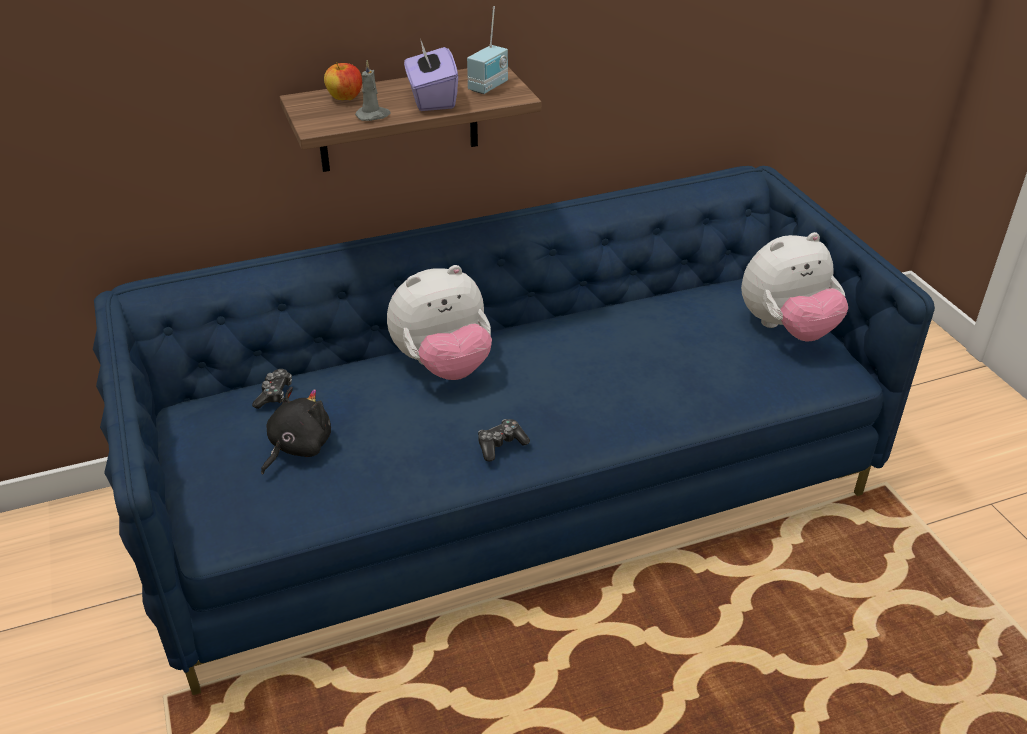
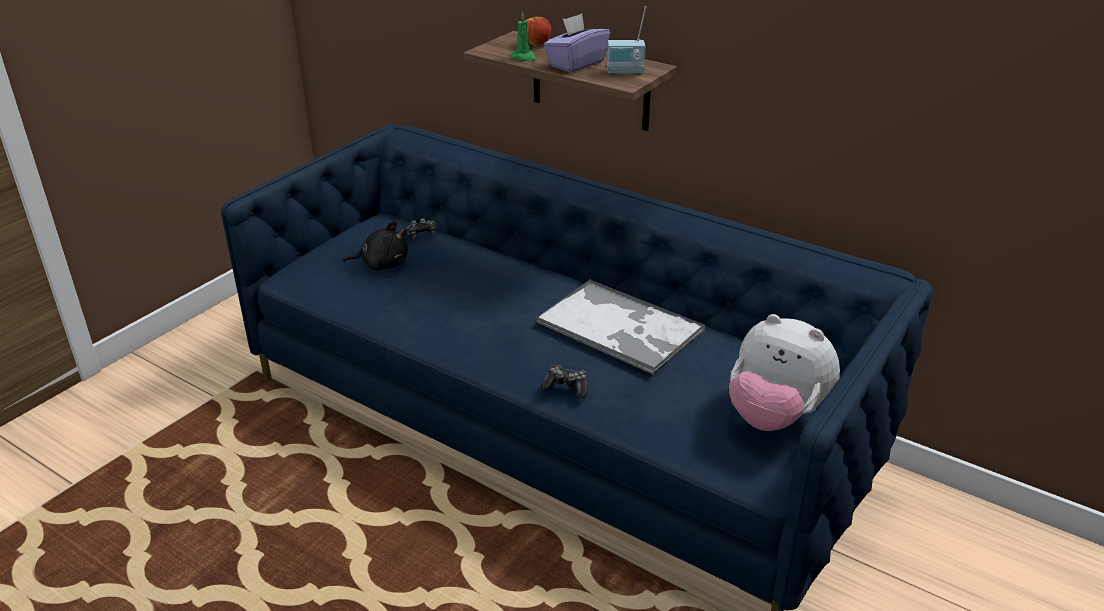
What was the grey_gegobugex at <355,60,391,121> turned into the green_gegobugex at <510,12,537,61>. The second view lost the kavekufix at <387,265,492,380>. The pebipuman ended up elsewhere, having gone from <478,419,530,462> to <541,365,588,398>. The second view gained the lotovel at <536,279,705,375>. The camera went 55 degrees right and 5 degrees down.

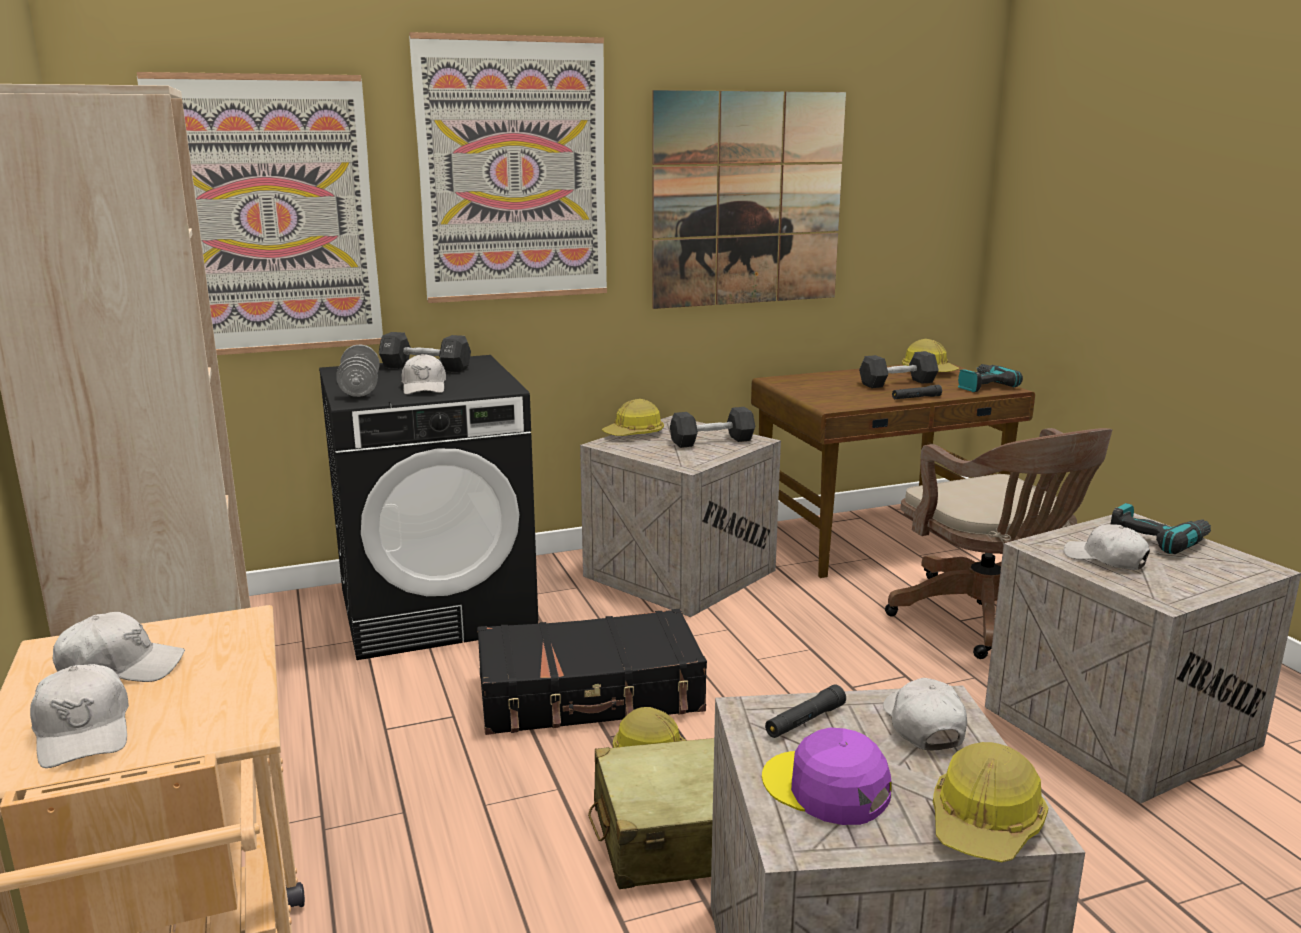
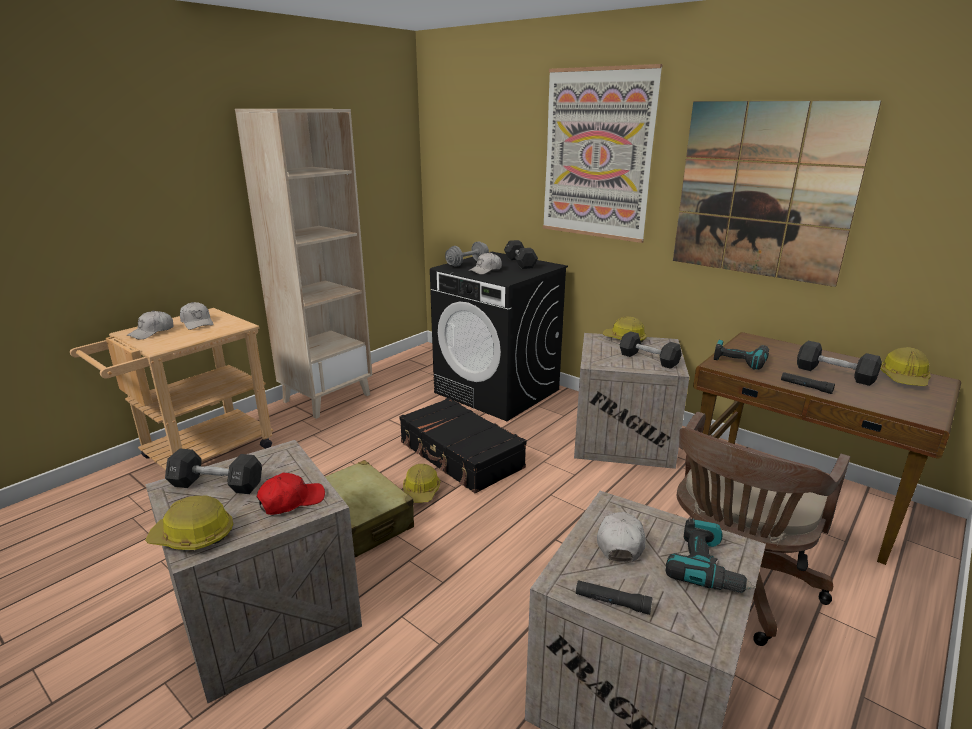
The second view lost the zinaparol at <137,72,383,355>. Where the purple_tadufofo stood at <762,727,892,825>, the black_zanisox came to stand at <165,448,262,494>. The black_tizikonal ended up elsewhere, having gone from <765,684,846,738> to <576,580,653,615>. What was the white_tadufofo at <883,678,967,750> turned into the red_tadufofo at <257,473,325,515>. The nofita ended up elsewhere, having gone from <958,364,1023,392> to <714,340,769,370>. The camera went 60 degrees right and 5 degrees up.

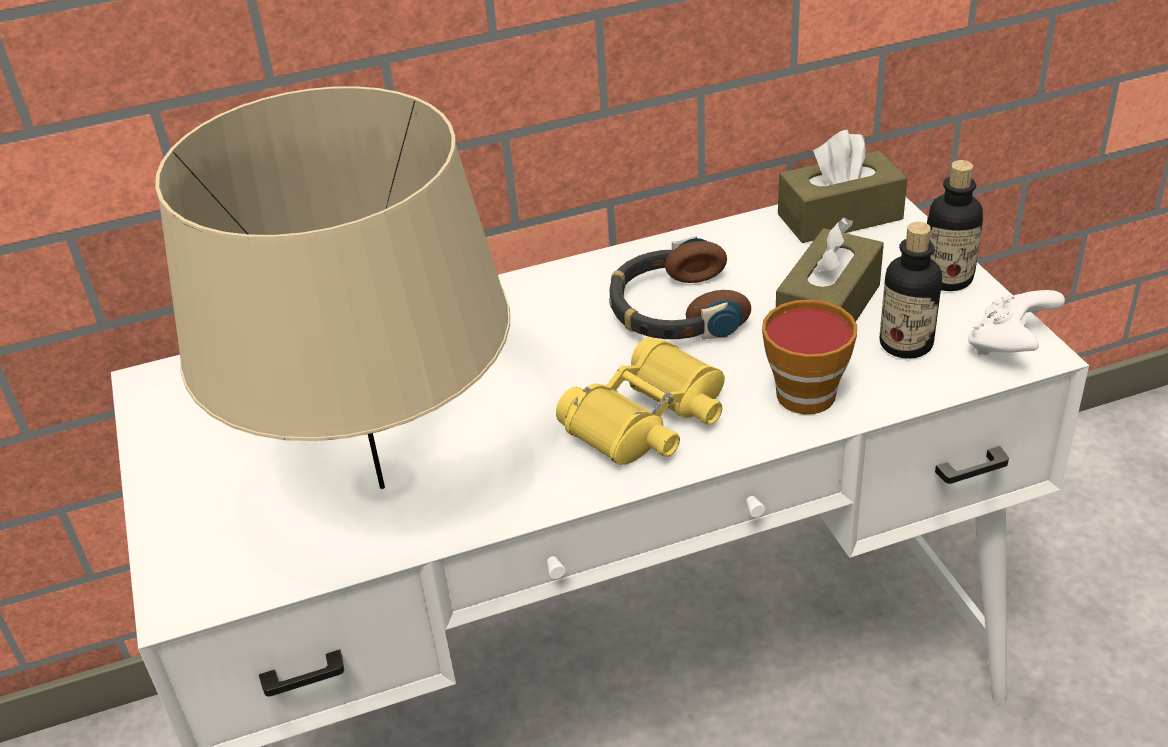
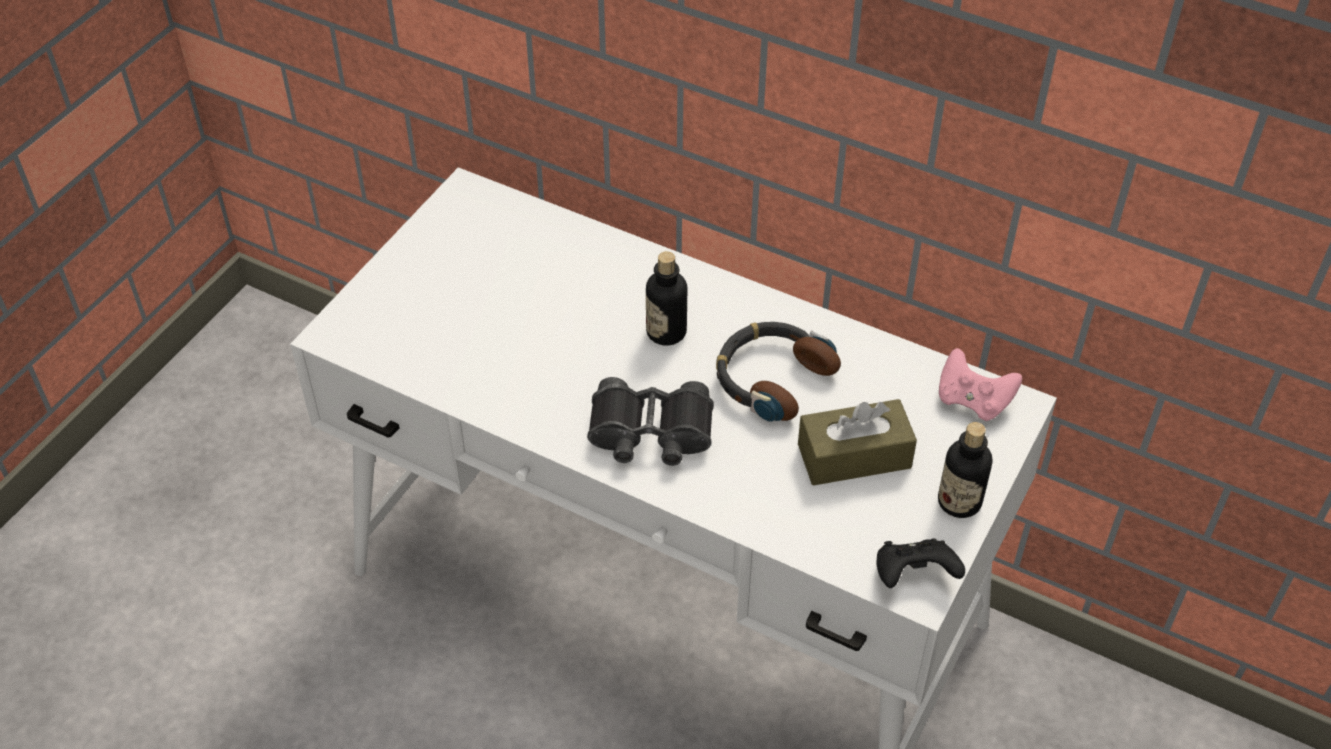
The second view lost the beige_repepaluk at <155,86,510,489>. What was the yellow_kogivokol at <556,337,725,465> turned into the black_kogivokol at <587,377,714,466>. The second view lost the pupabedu at <762,300,857,414>. Where the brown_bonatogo stood at <778,130,907,243>, the pink_pebipuman came to stand at <939,348,1022,421>. The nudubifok ended up elsewhere, having gone from <880,222,942,359> to <646,251,687,345>. What was the white_pebipuman at <968,290,1065,355> turned into the black_pebipuman at <876,538,965,588>. The camera went 45 degrees right and 10 degrees up.

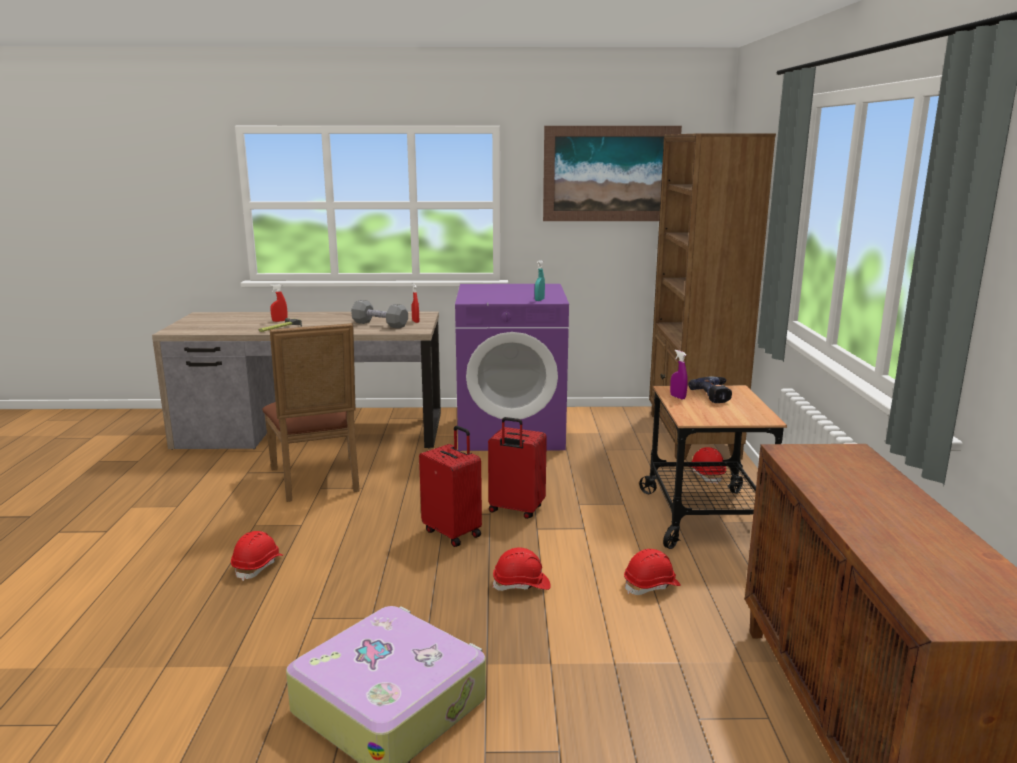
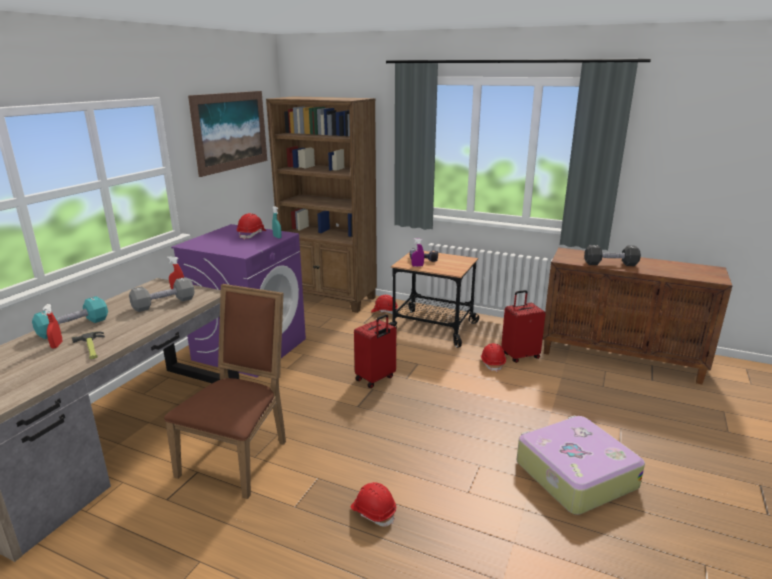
The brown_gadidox at <262,323,360,502> ended up facing another way, 75 degrees counterclockwise from before. The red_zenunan ended up elsewhere, having gone from <419,426,482,547> to <501,290,546,363>. The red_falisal ended up elsewhere, having gone from <492,547,551,591> to <237,213,266,240>. The second view gained the turquoise_zanisox at <32,296,108,339>. The second view gained the black_zanisox at <584,245,641,266>. The camera went 65 degrees left and 5 degrees up.

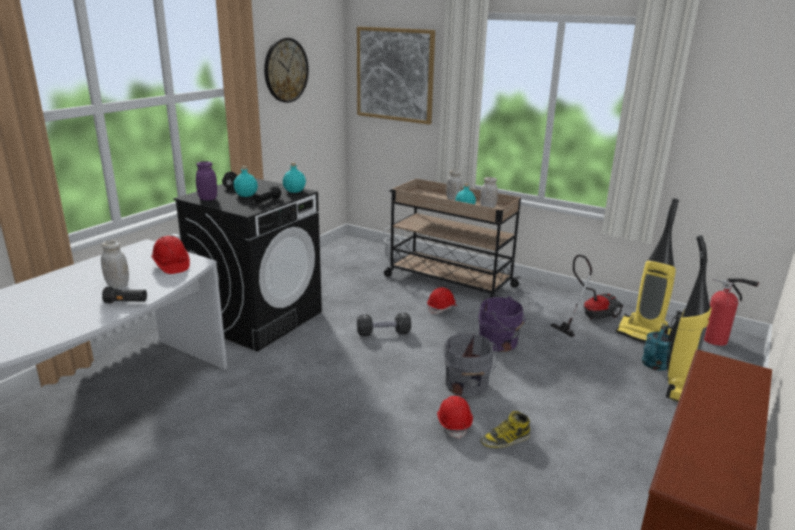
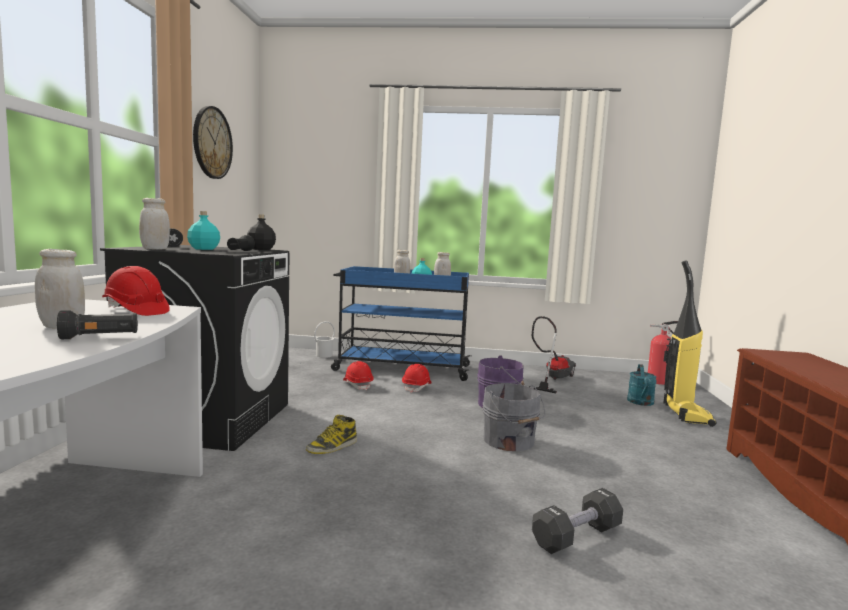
What was the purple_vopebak at <196,161,217,200> turned into the white_vopebak at <139,198,170,249>. What was the turquoise_nudubifok at <283,162,306,193> turned into the black_nudubifok at <247,214,276,250>. The second view lost the zinaparol at <357,27,435,125>. The black_zanisox ended up elsewhere, having gone from <357,313,411,336> to <532,488,623,554>. What was the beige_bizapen at <384,178,521,298> turned into the blue_bizapen at <331,266,471,381>. The red_falisal ended up elsewhere, having gone from <437,396,473,439> to <343,361,373,390>. The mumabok ended up elsewhere, having gone from <480,411,530,448> to <306,415,357,454>. The second view lost the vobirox at <616,199,679,343>. The camera went 25 degrees left and 15 degrees down.

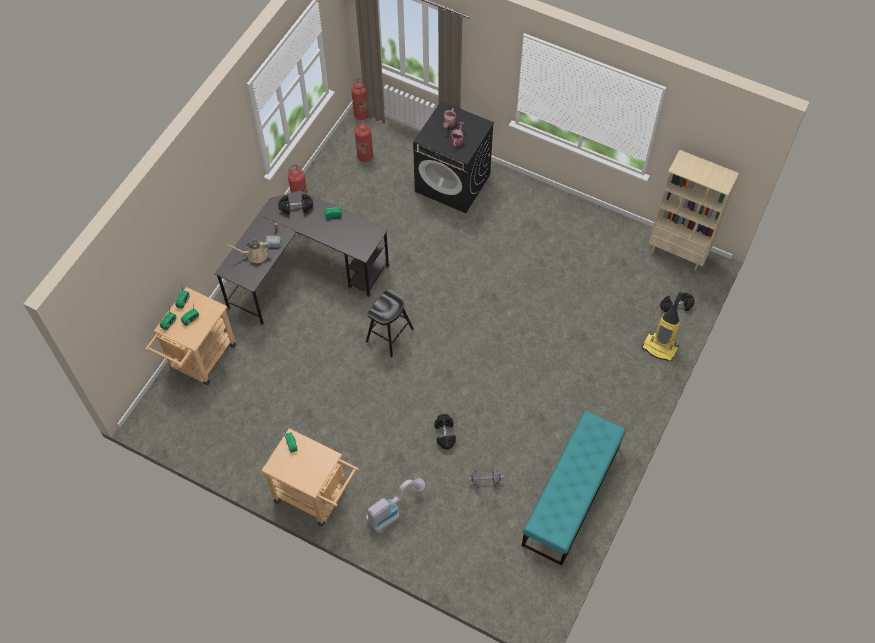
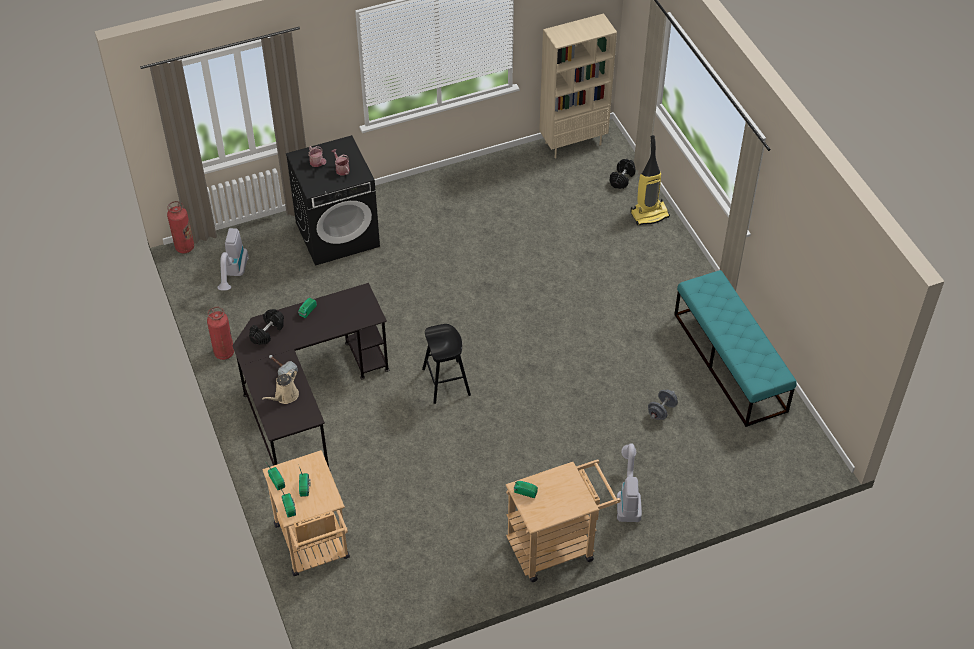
Where the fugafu stood at <355,120,373,162>, the vobirox came to stand at <217,228,249,291>. The second view lost the black_zanisox at <434,414,456,449>. The camera went 50 degrees left and 10 degrees down.

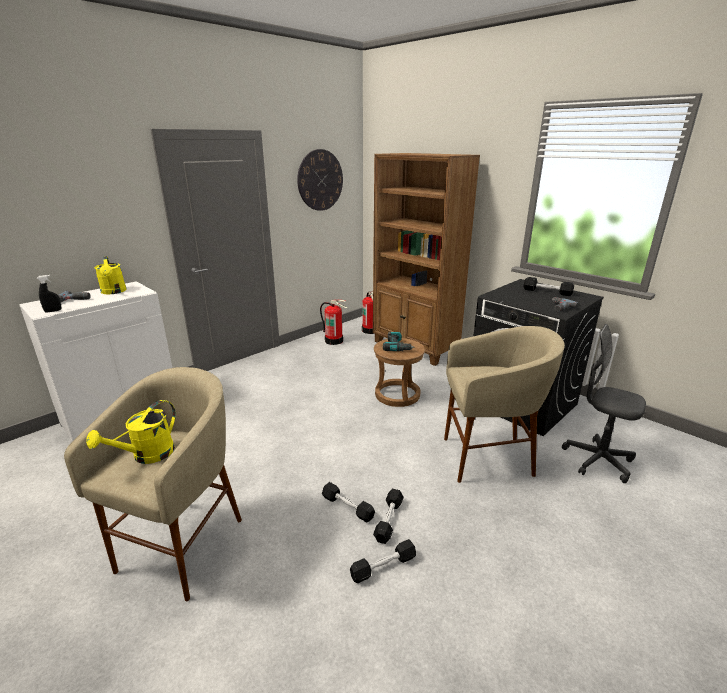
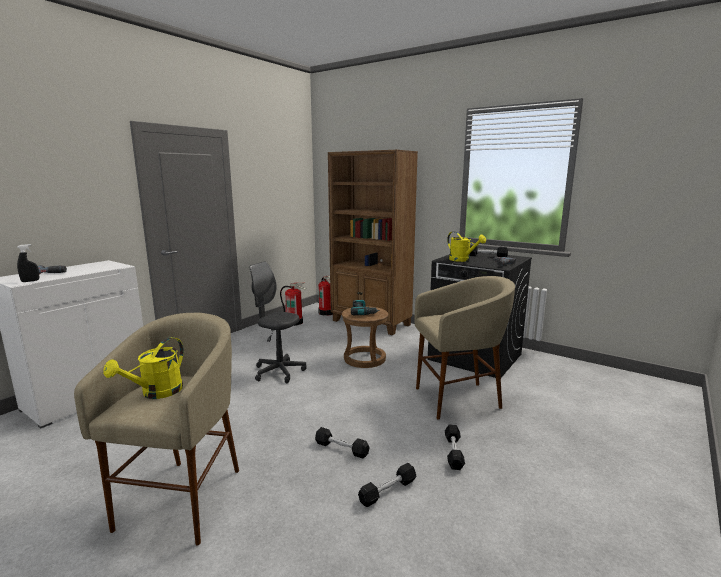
The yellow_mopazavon ended up elsewhere, having gone from <95,256,127,294> to <447,231,486,262>. The second view lost the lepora at <297,149,343,211>. The black_zanisox ended up elsewhere, having gone from <373,489,403,544> to <445,425,465,470>. The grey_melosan ended up elsewhere, having gone from <562,324,646,483> to <250,262,307,383>. The camera went 10 degrees left and 10 degrees down.

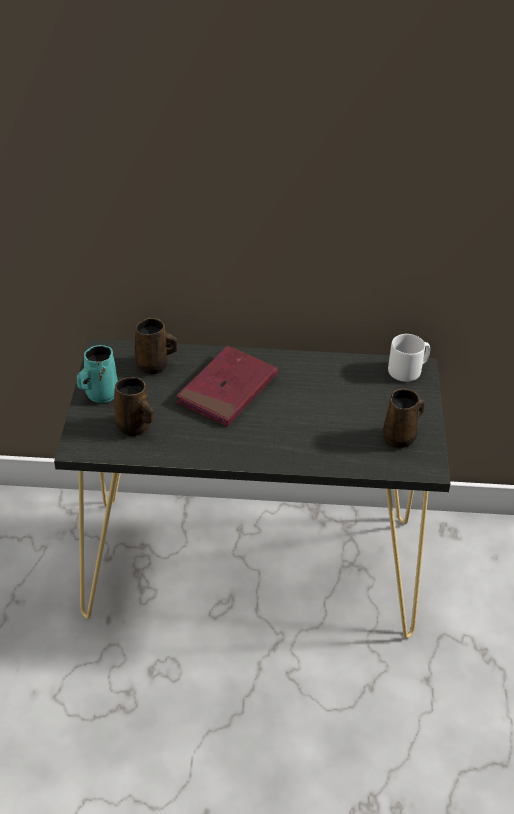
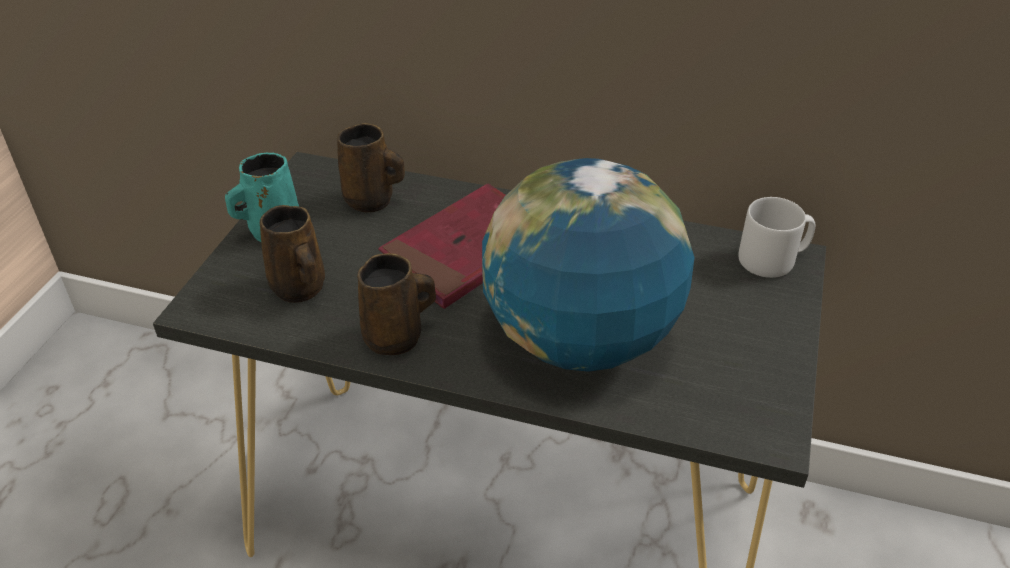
The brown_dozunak ended up elsewhere, having gone from <382,389,425,448> to <357,253,436,355>. The second view gained the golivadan at <482,158,695,372>. The camera went 15 degrees right and 0 degrees up.

